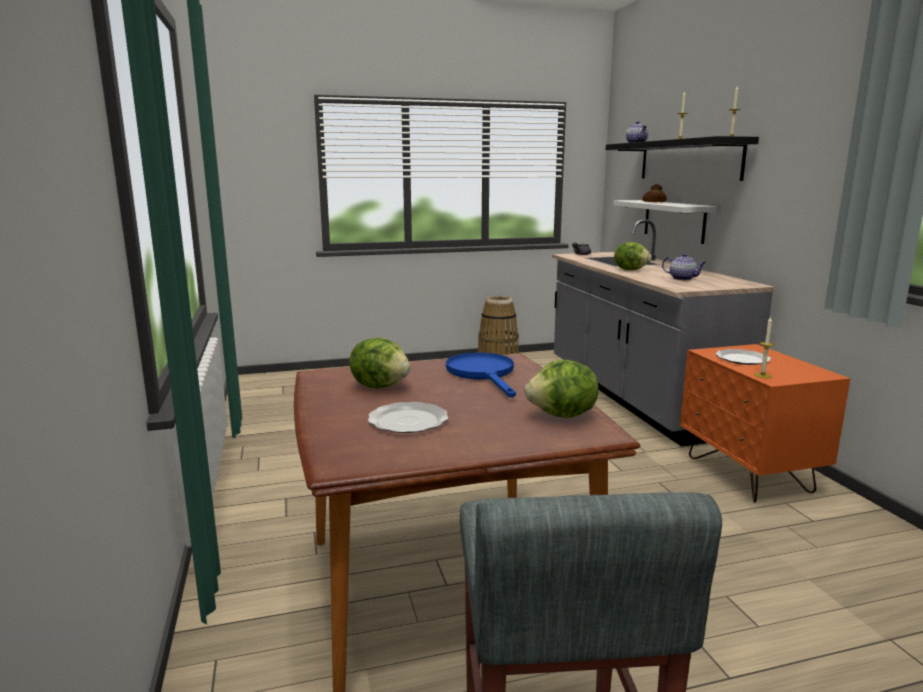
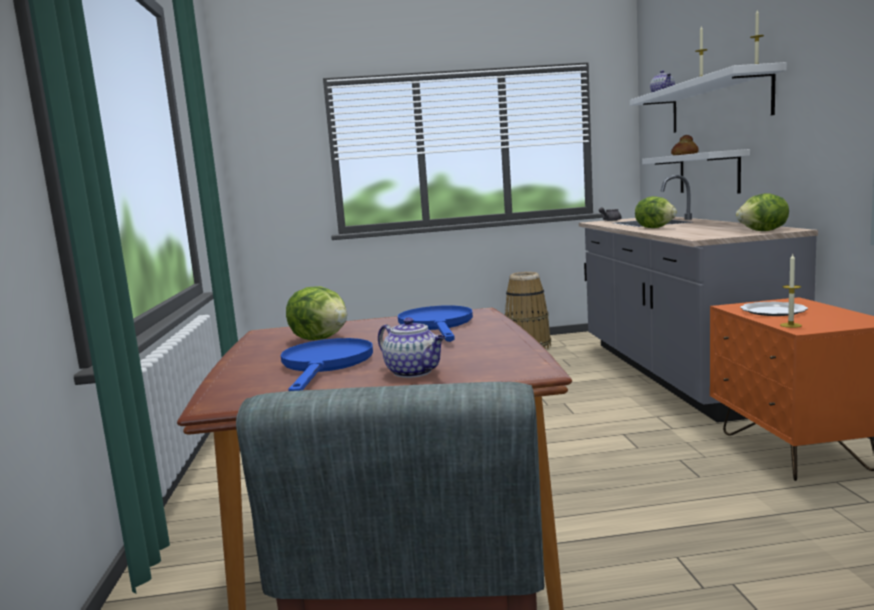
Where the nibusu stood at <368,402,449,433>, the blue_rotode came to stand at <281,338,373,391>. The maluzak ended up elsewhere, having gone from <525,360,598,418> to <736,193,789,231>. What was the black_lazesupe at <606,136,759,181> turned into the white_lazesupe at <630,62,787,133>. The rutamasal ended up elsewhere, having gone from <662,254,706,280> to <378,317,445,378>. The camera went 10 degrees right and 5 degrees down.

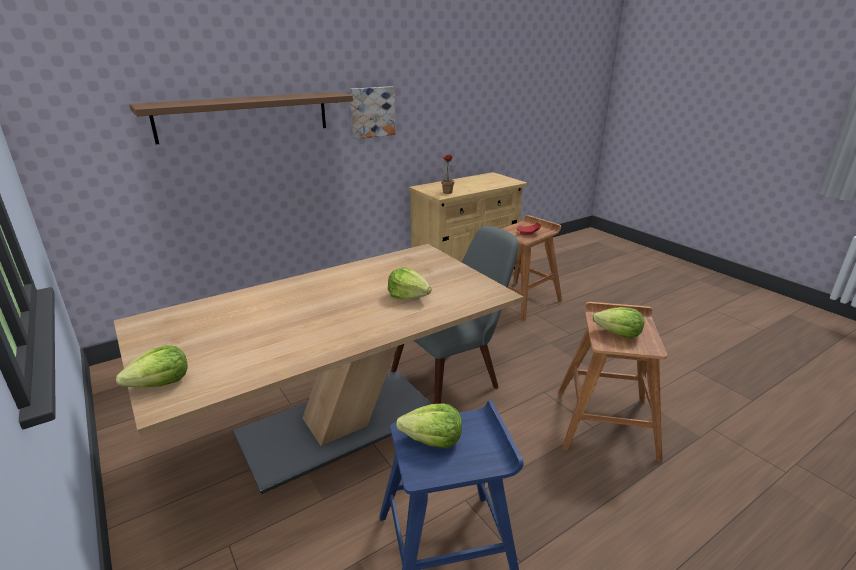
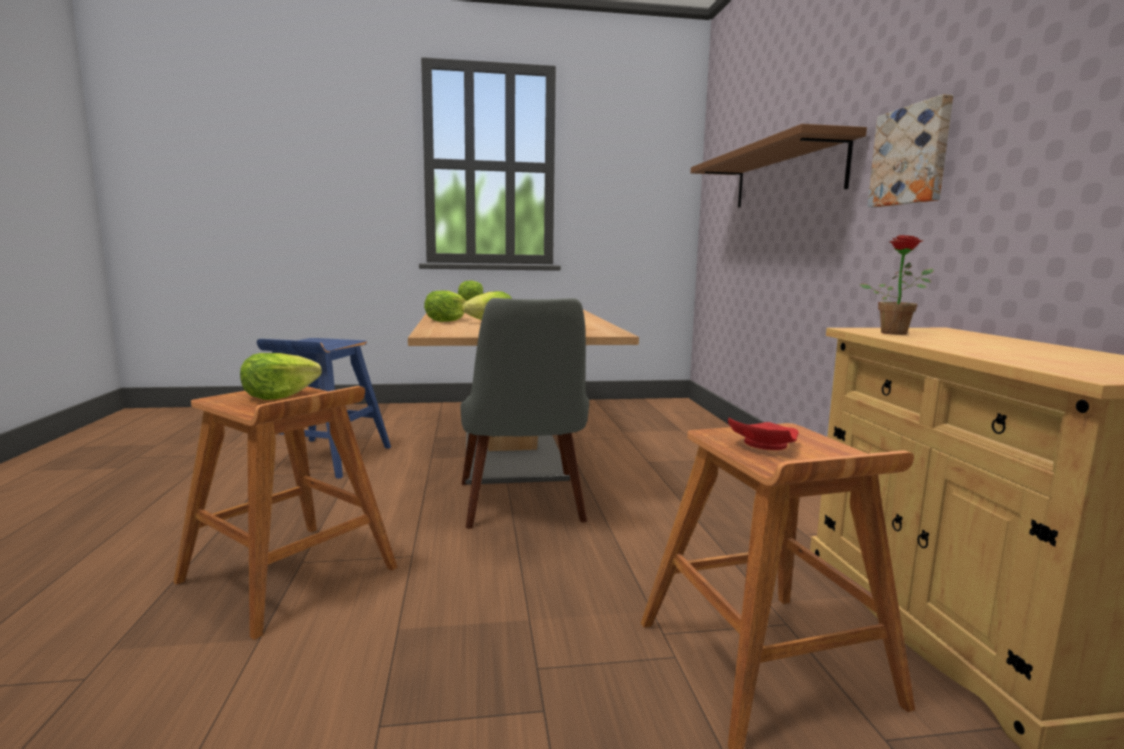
The maluzak ended up elsewhere, having gone from <396,404,462,448> to <424,291,466,322>. The camera went 115 degrees right and 15 degrees down.

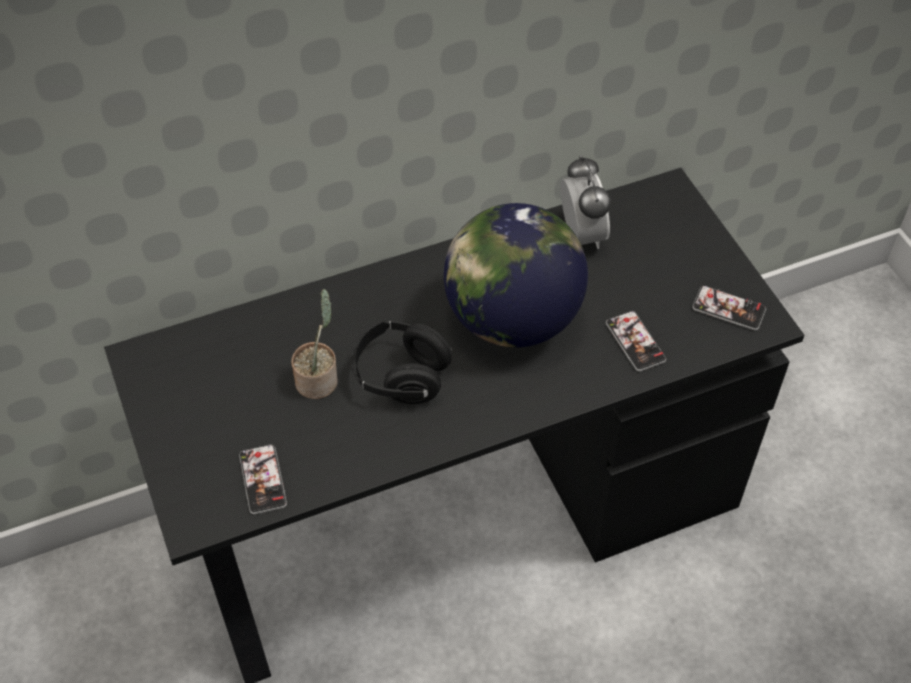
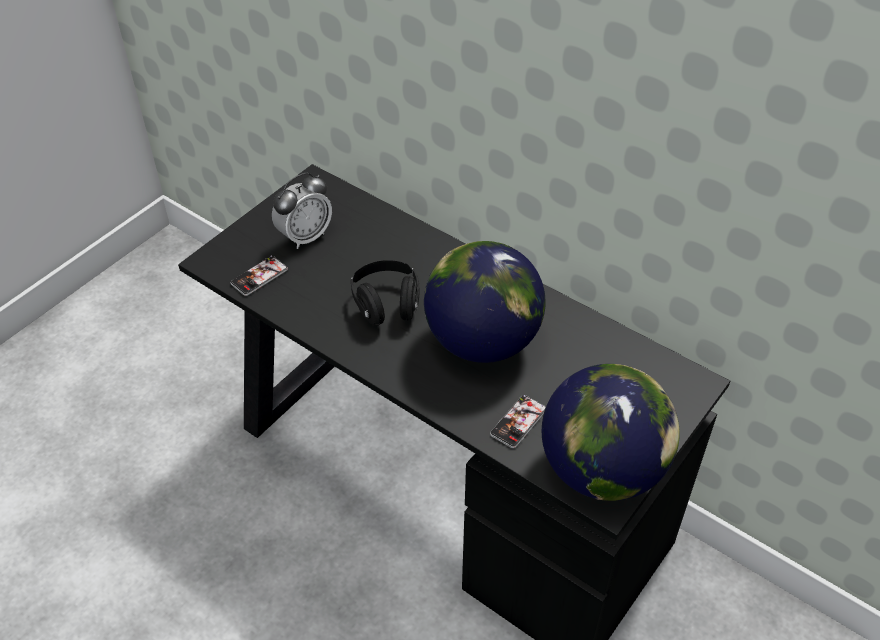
The second view lost the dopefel at <291,289,338,399>. The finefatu ended up elsewhere, having gone from <560,155,611,249> to <272,173,332,249>. Where the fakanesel stood at <692,286,766,330>, the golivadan came to stand at <542,364,680,501>. The camera went 60 degrees right and 5 degrees down.

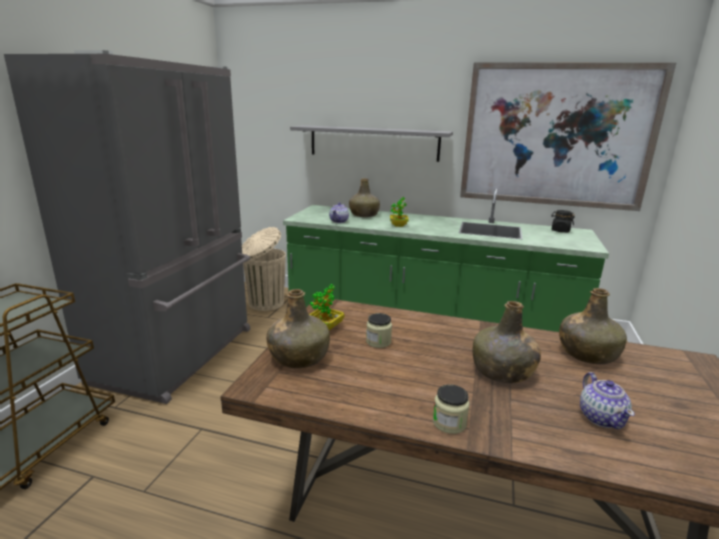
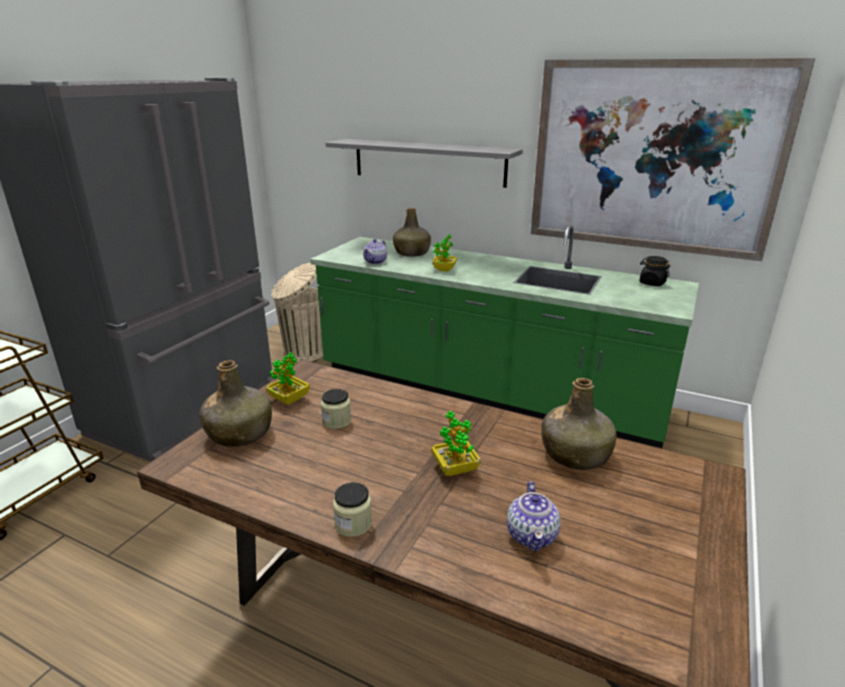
Where the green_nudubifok stood at <472,301,541,383>, the dopefel came to stand at <431,411,481,476>. The camera went 10 degrees right and 5 degrees up.

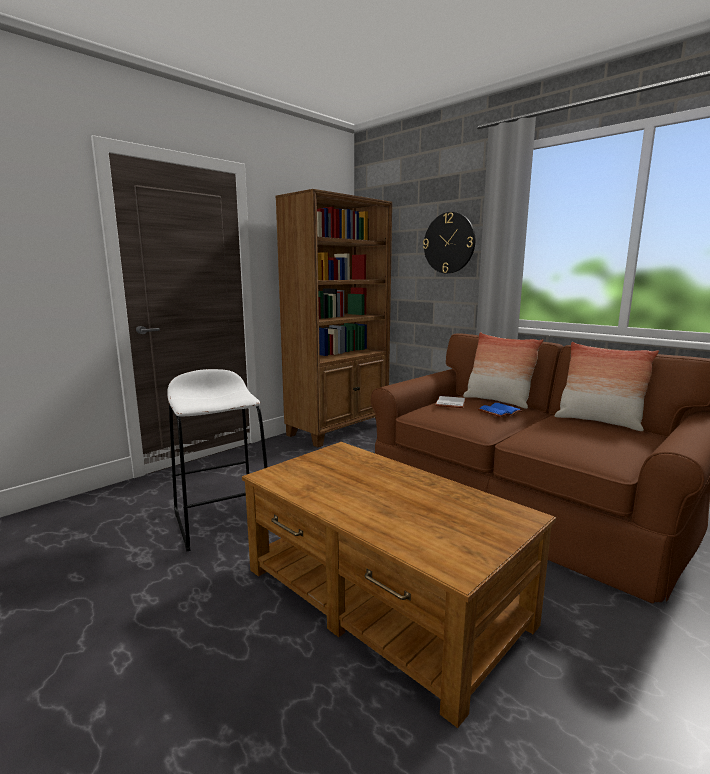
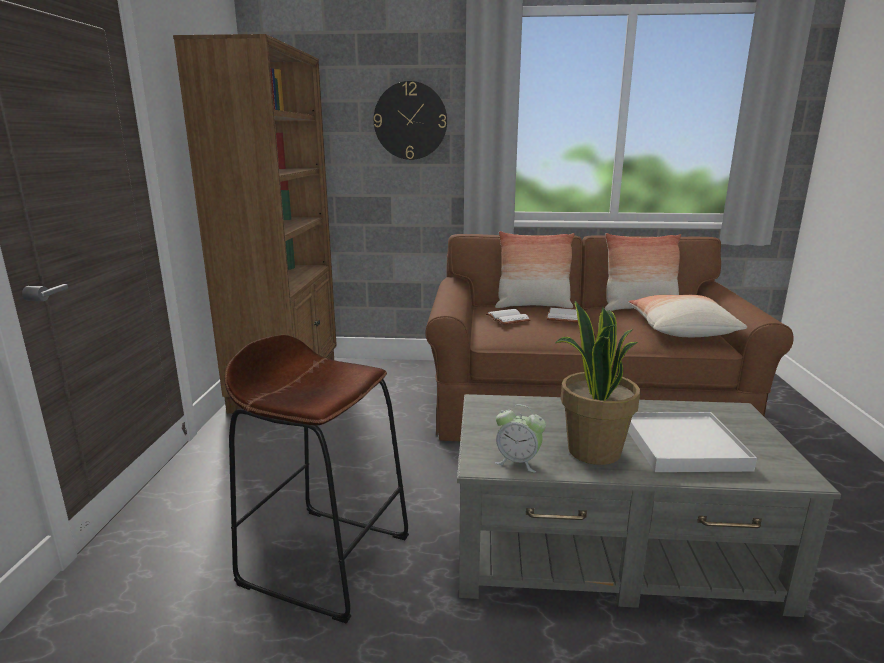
What was the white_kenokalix at <167,369,267,551> turned into the brown_kenokalix at <224,335,409,624>. What was the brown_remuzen at <242,442,556,728> turned into the grey_remuzen at <457,394,841,617>. What was the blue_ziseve at <478,403,523,417> turned into the white_ziseve at <546,308,578,322>. The second view gained the finefatu at <495,404,546,472>. The second view gained the dopefel at <555,301,640,465>. The second view gained the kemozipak at <628,295,747,337>. The second view gained the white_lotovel at <628,412,757,472>. The camera went 40 degrees left and 5 degrees up.

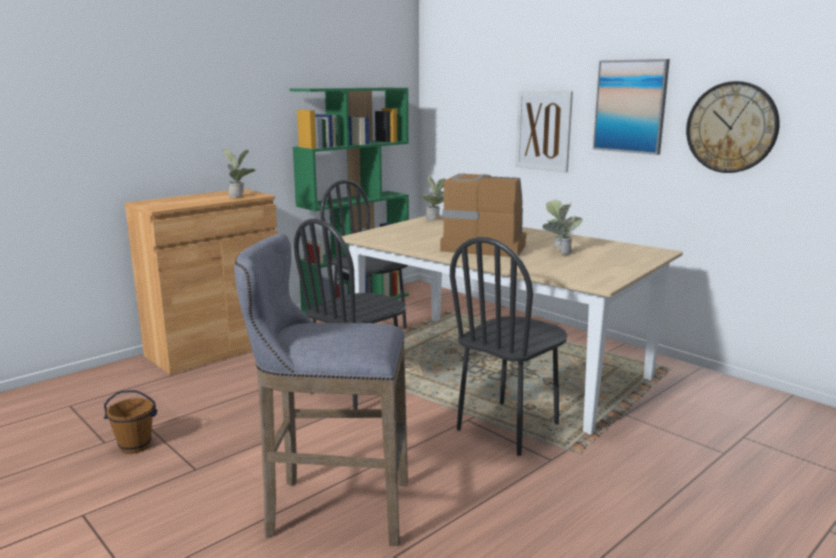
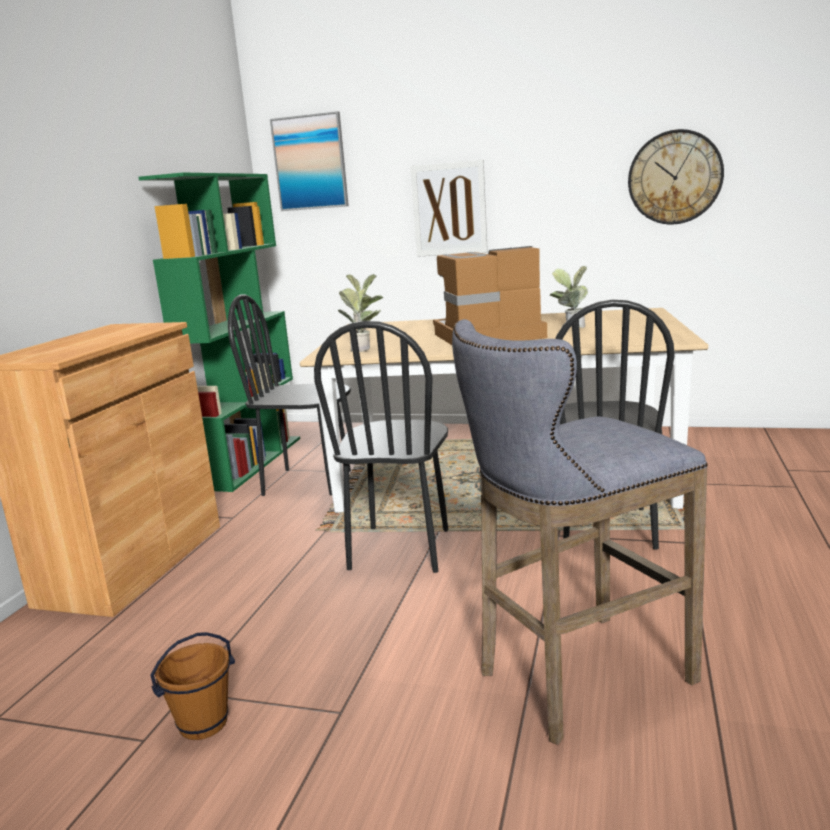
The dopefel ended up elsewhere, having gone from <222,149,256,198> to <338,287,381,352>. The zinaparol ended up elsewhere, having gone from <593,59,670,155> to <270,111,349,211>. The camera went 30 degrees left and 0 degrees up.

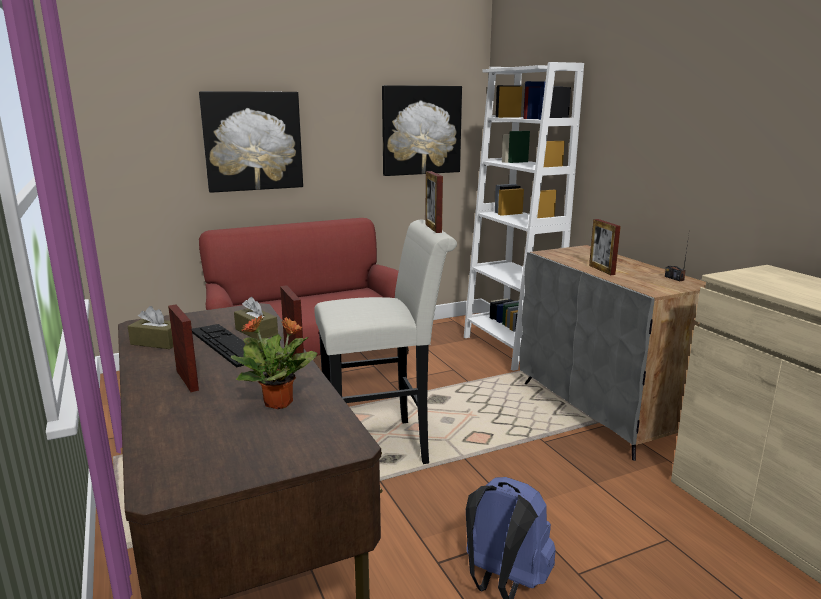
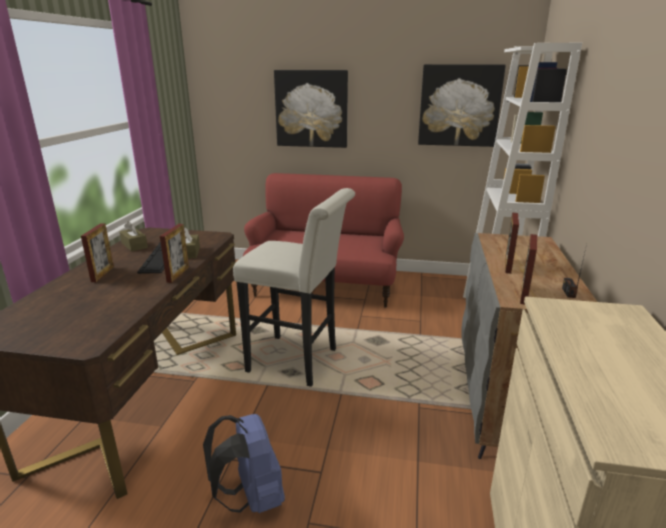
The second view lost the dopefel at <231,315,318,409>. The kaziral ended up elsewhere, having gone from <425,171,443,233> to <520,234,537,305>. The camera went 35 degrees right and 5 degrees up.

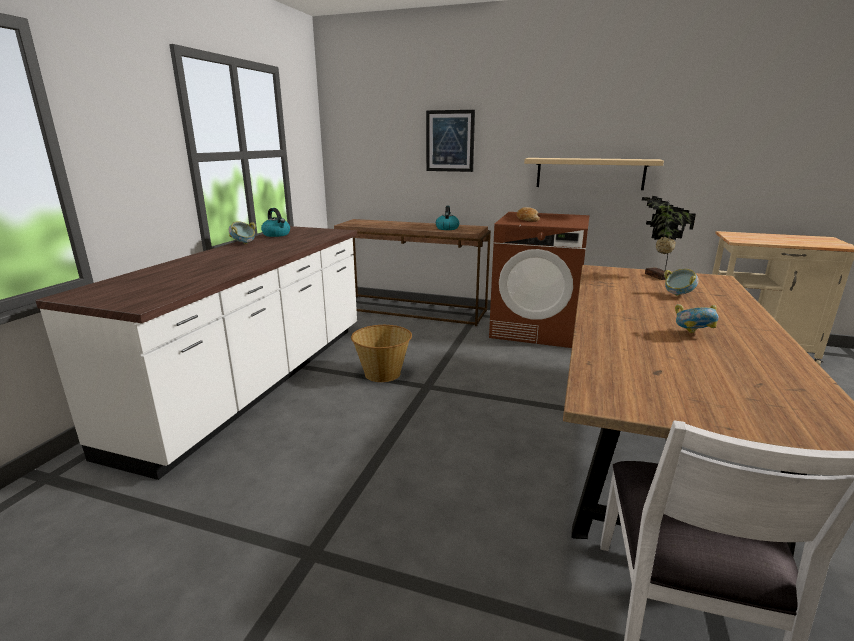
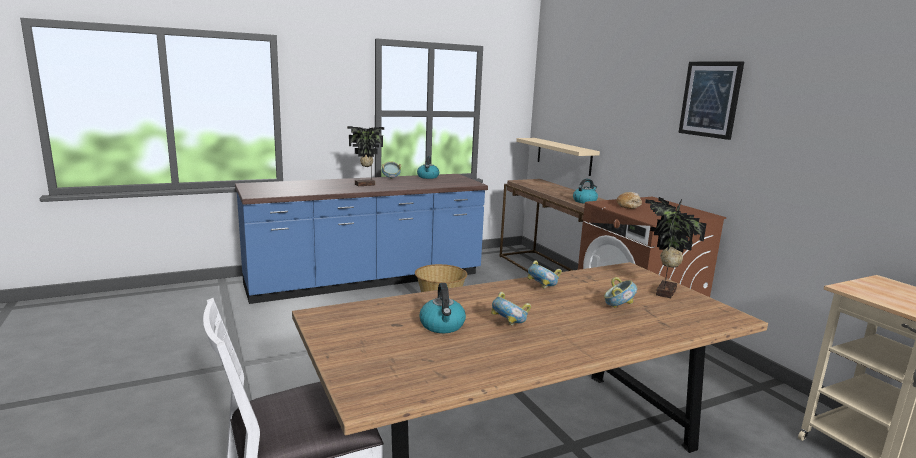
What was the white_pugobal at <35,226,357,480> turned into the blue_pugobal at <235,174,488,304>. The zinaparol ended up elsewhere, having gone from <426,110,475,172> to <678,61,744,140>. The beige_lazesupe ended up elsewhere, having gone from <524,158,664,190> to <516,138,600,176>. The second view gained the dopefel at <347,126,384,186>. The second view gained the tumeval at <420,283,466,333>. The second view gained the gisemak at <527,260,562,289>. The camera went 45 degrees right and 5 degrees down.

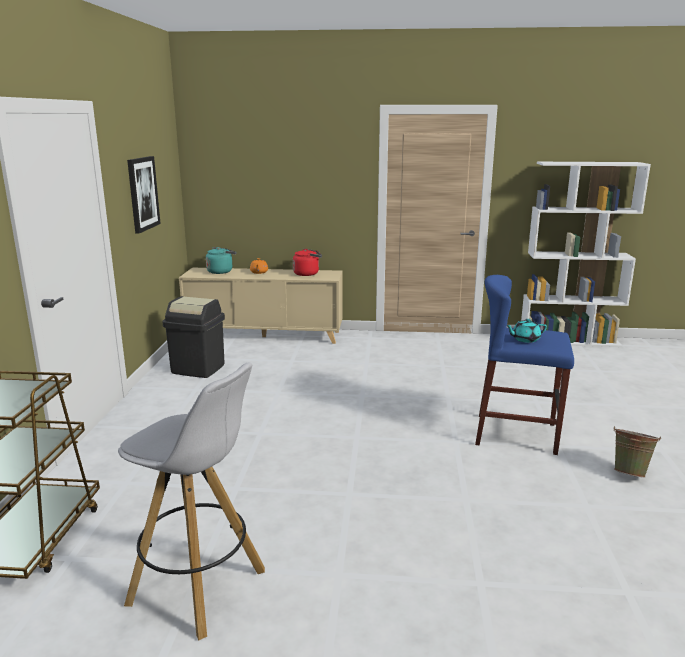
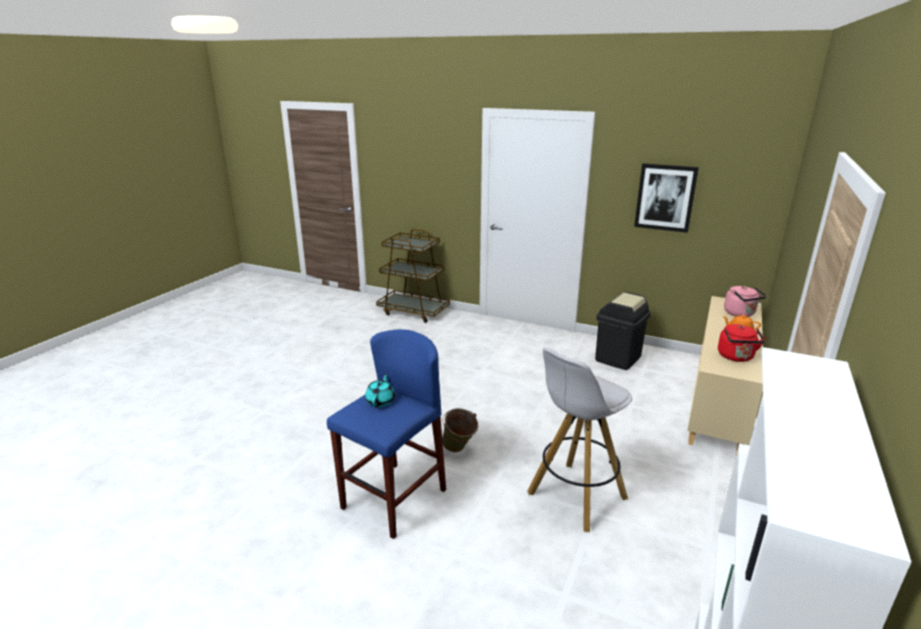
The white_kenokalix ended up elsewhere, having gone from <118,362,265,640> to <527,347,632,532>. What was the turquoise_tumeval at <206,247,237,274> turned into the pink_tumeval at <724,286,767,317>. The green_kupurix ended up elsewhere, having gone from <613,426,661,478> to <442,408,478,452>. The camera went 110 degrees right and 5 degrees up.

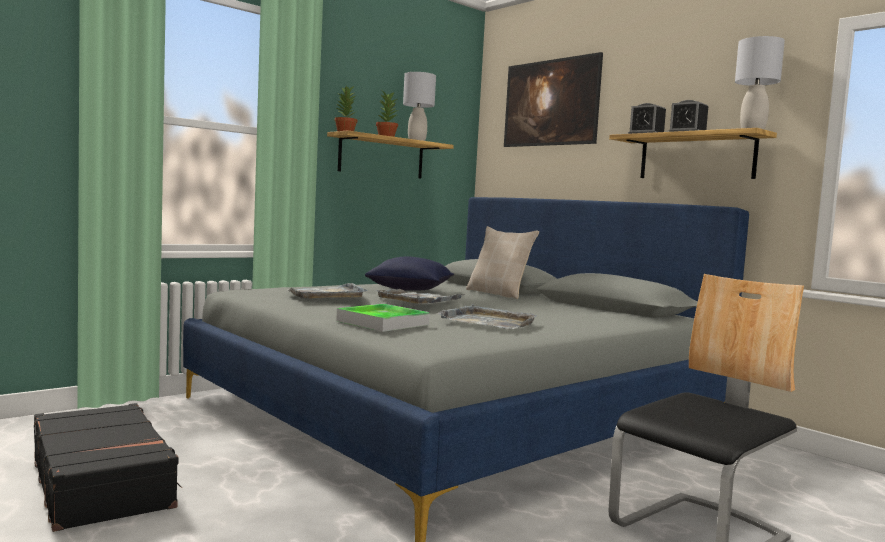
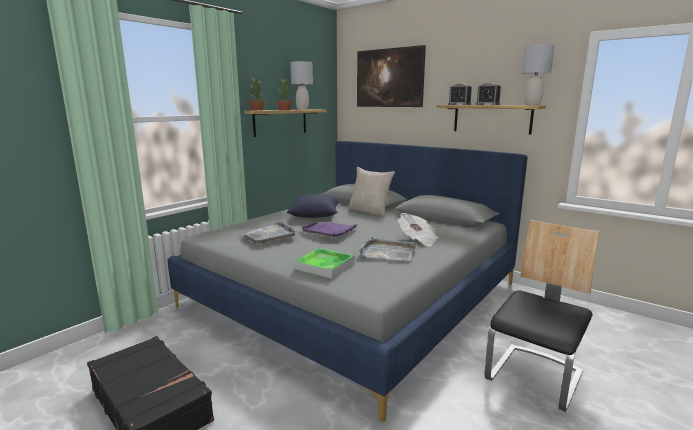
What was the grey_lotovel at <376,289,463,304> turned into the purple_lotovel at <301,222,358,237>. The second view gained the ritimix at <398,213,439,247>. The camera went 10 degrees left and 10 degrees up.

